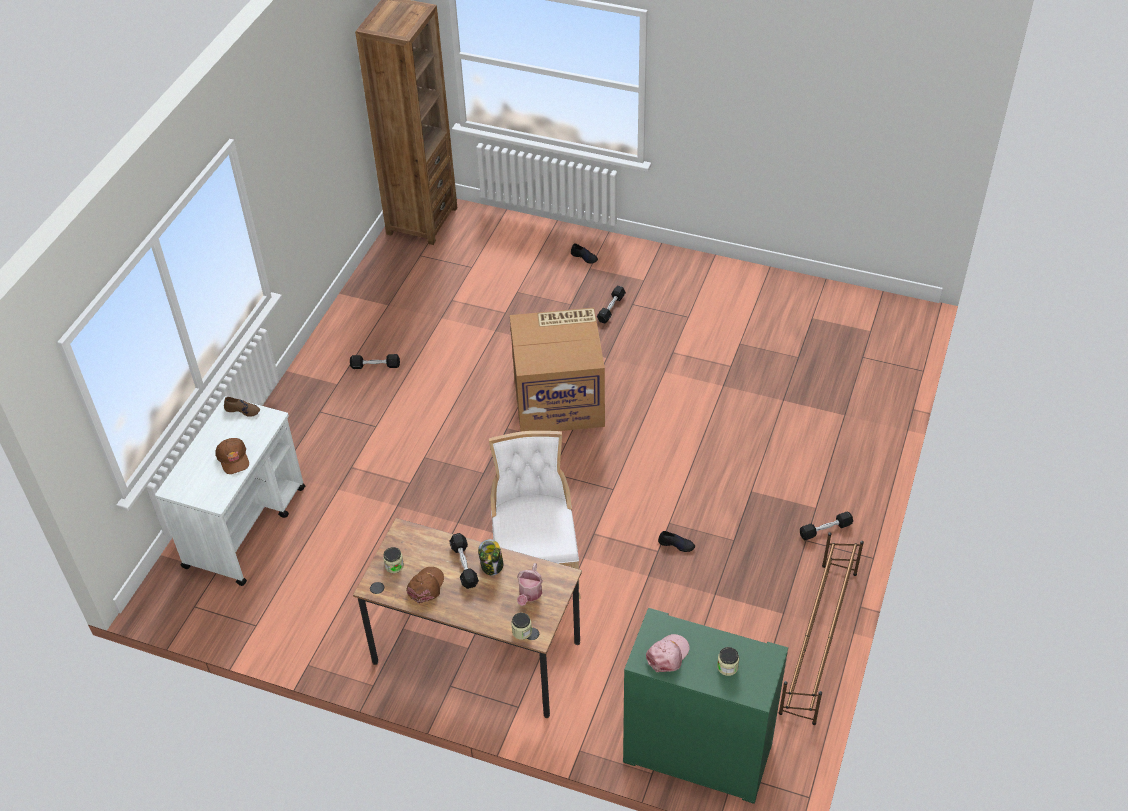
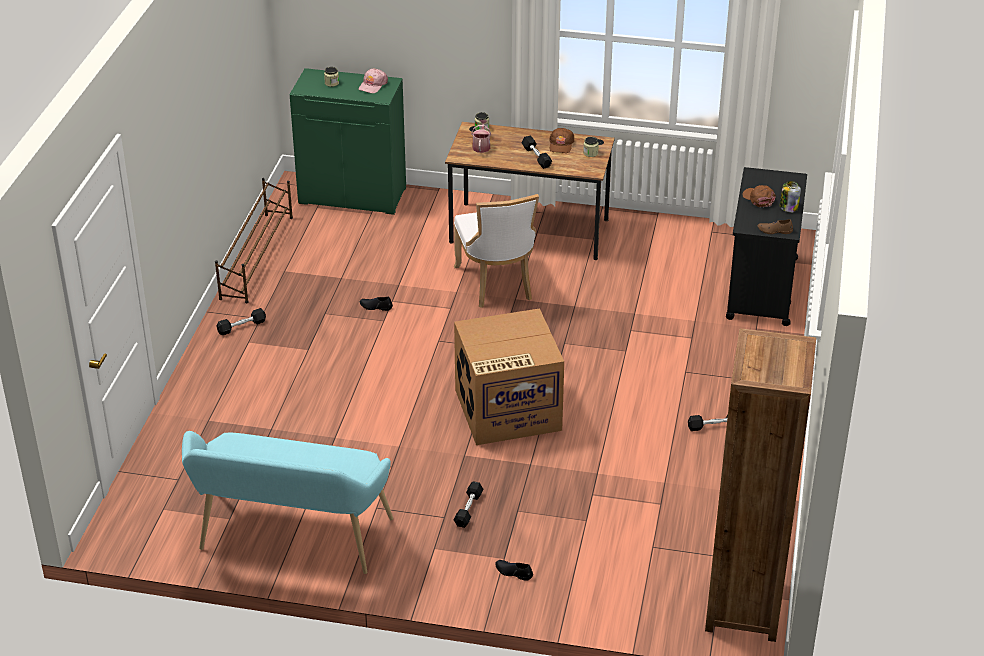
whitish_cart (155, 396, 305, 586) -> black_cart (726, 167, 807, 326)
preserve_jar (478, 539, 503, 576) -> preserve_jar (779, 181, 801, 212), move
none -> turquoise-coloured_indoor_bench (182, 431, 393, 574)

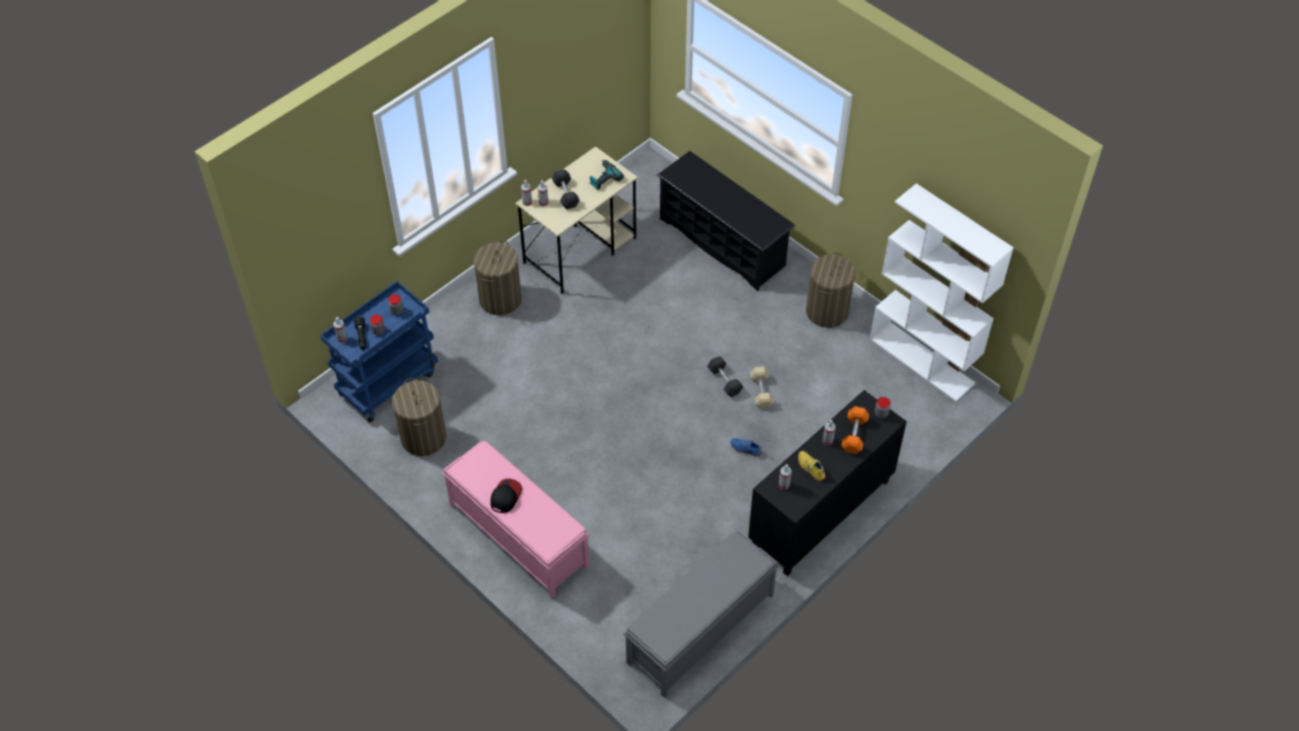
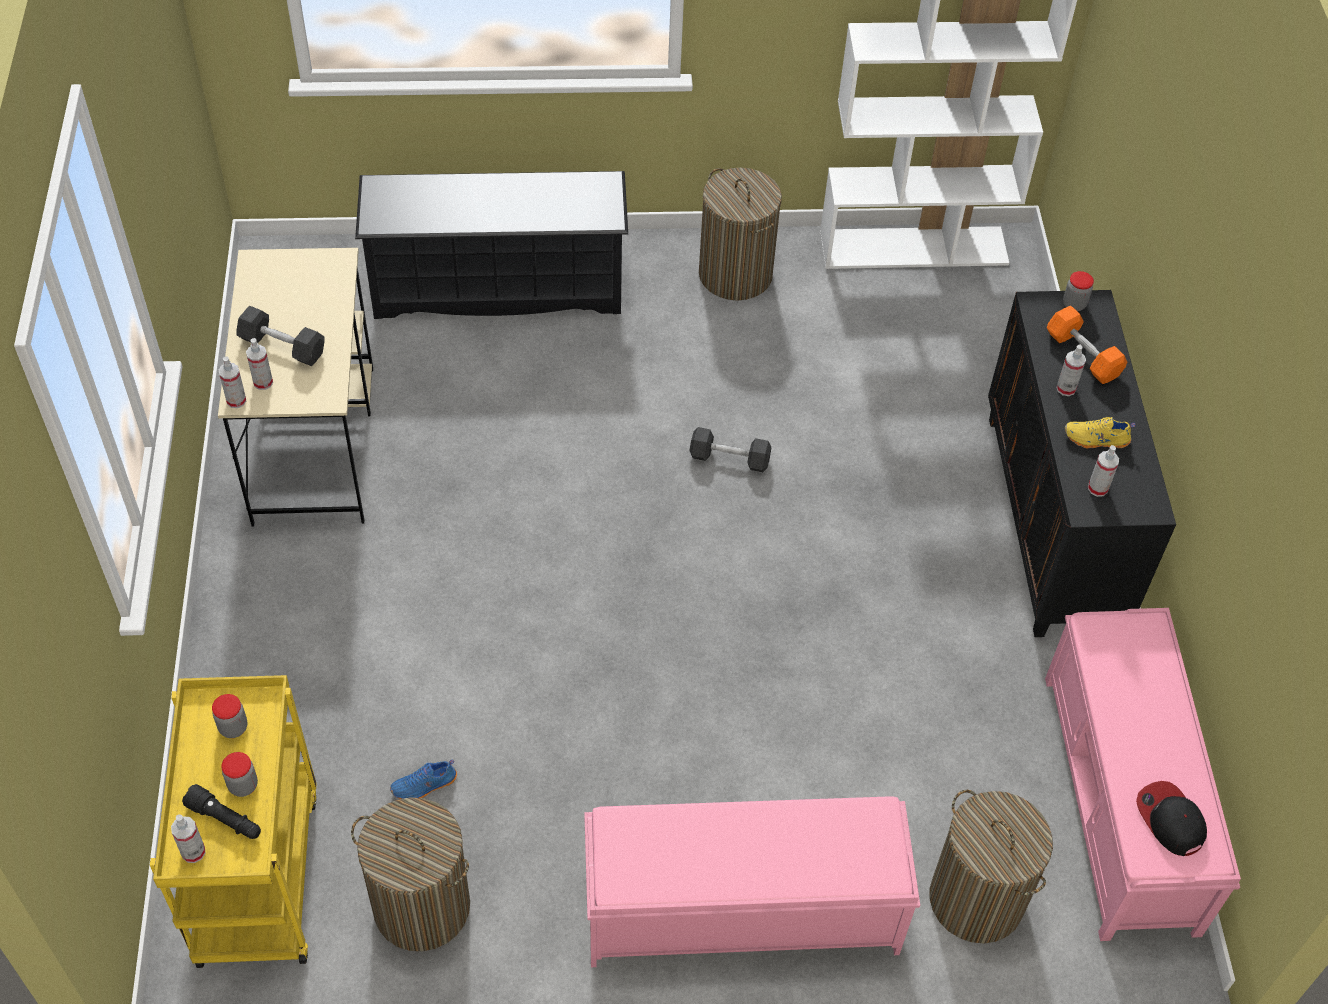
blue-coloured_cart (320, 281, 438, 422) -> yellow-coloured_cart (150, 675, 317, 968)
hamper (473, 240, 522, 315) -> hamper (930, 790, 1053, 943), move
baseball_cap (490, 478, 522, 513) -> baseball_cap (1136, 781, 1207, 856), move
power_drill (590, 160, 624, 190) -> none
gray_indoor_bench (624, 531, 779, 698) -> pink_indoor_bench (1045, 608, 1241, 941)
blue-coloured_shoe (731, 438, 763, 457) -> blue-coloured_shoe (390, 759, 457, 799), move
beige-coloured_hand_weight (750, 366, 774, 409) -> none

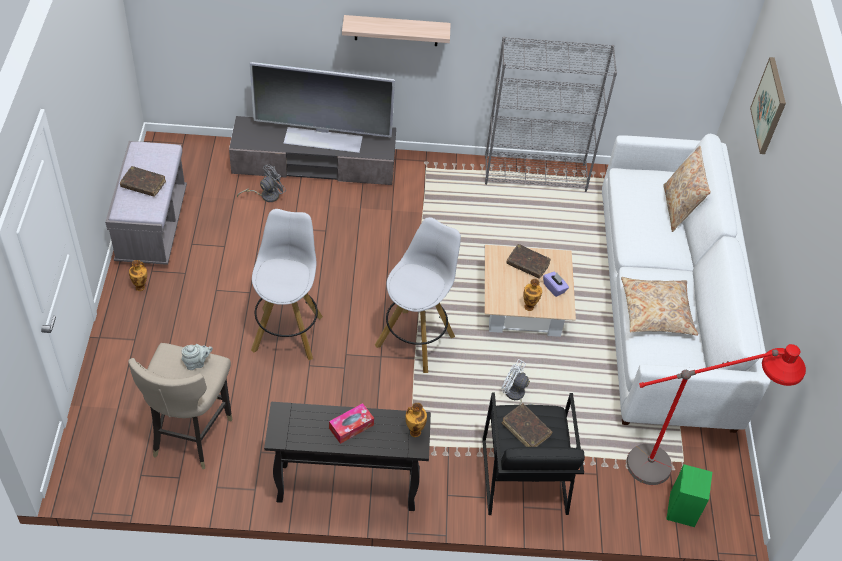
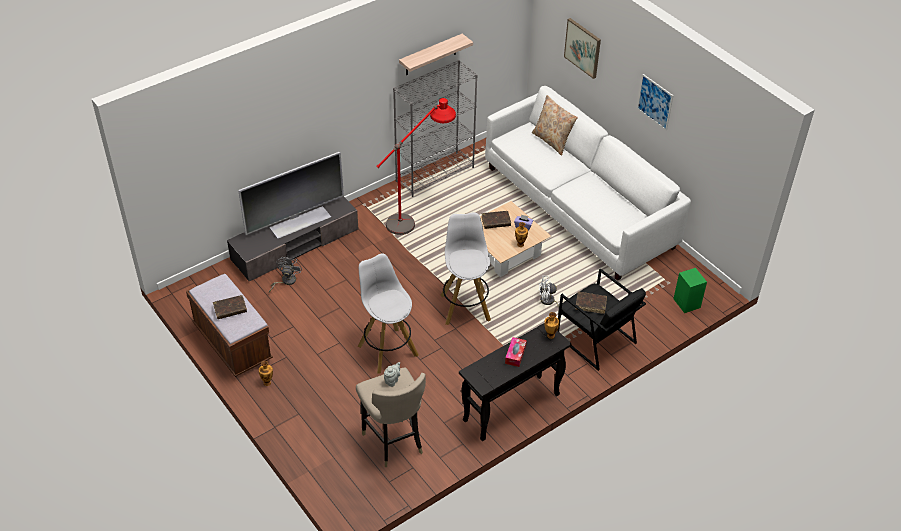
gray_indoor_bench (105, 141, 187, 265) -> brownish_indoor_bench (186, 273, 273, 377)
shelf (342, 15, 451, 46) -> shelf (399, 34, 473, 75), move
beige-coloured_cushion (621, 277, 698, 336) -> none
red_standard_lamp (627, 344, 806, 485) -> red_standard_lamp (376, 98, 456, 235), move
none -> wall_picture (637, 74, 674, 130)

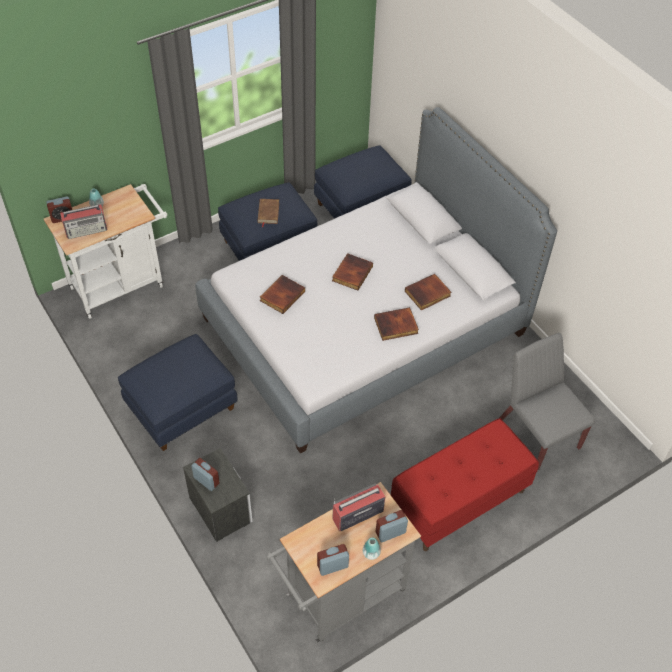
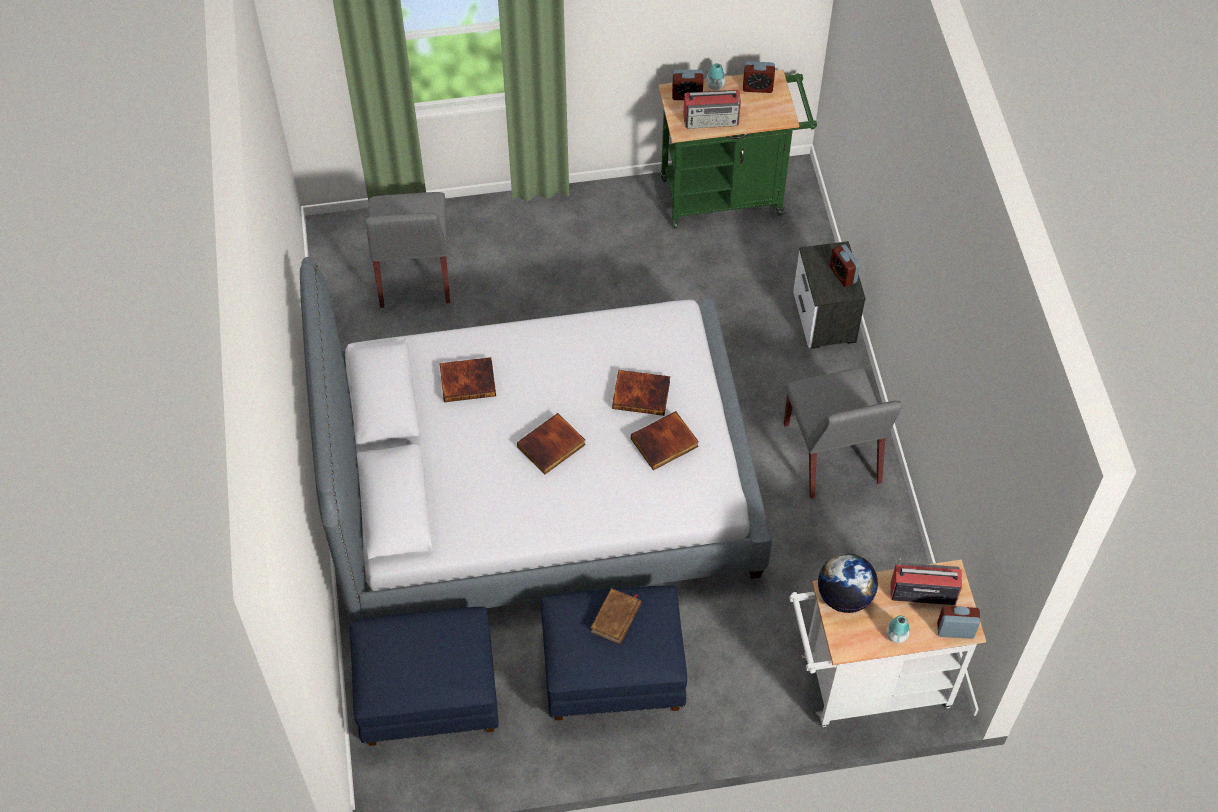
blue-coloured_pouffe (118, 334, 238, 451) -> gray_upright_chair (784, 368, 902, 499)
gray_cart (267, 482, 421, 642) -> green-coloured_cart (658, 70, 817, 229)
bound_book (374, 307, 419, 341) -> bound_book (612, 370, 670, 416), move
red_indoor_bench (391, 418, 539, 551) -> none
none -> globe (818, 553, 878, 613)

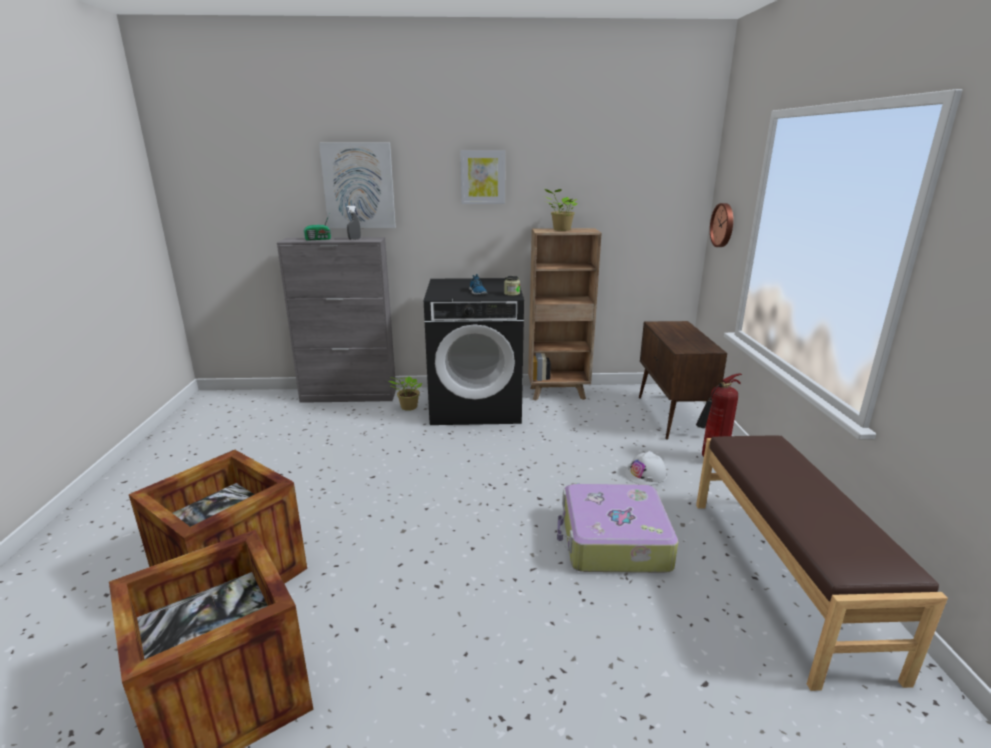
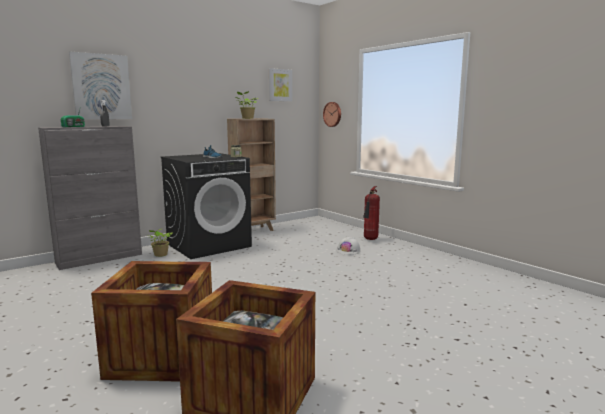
wall_picture (460, 150, 505, 204) -> wall_picture (269, 68, 292, 101), move
travel_case (557, 484, 678, 573) -> none
brownish_cupboard (639, 321, 727, 440) -> none
brownish_indoor_bench (696, 436, 948, 691) -> none

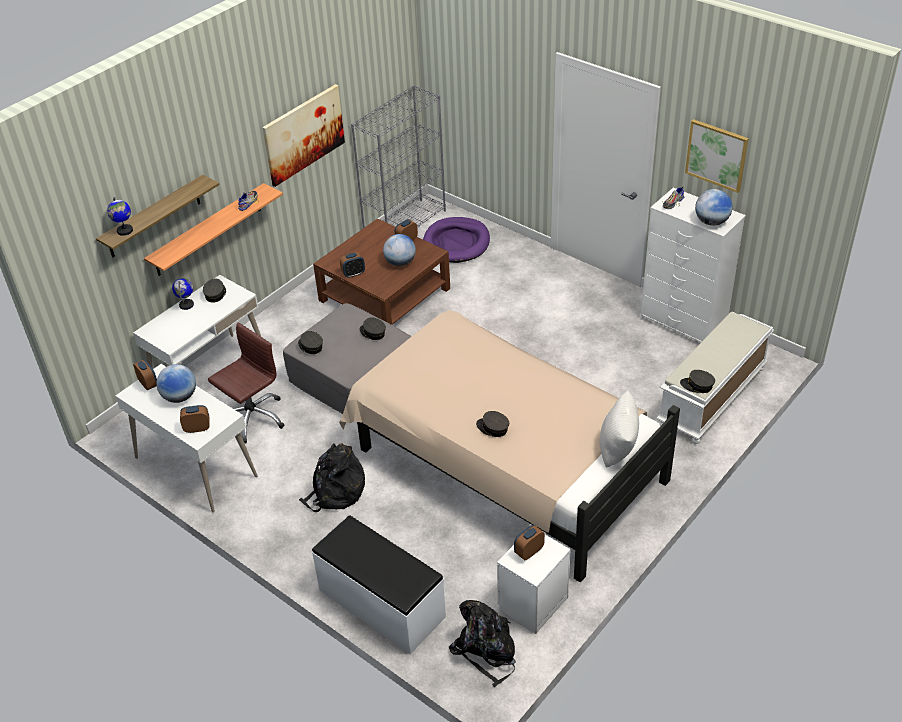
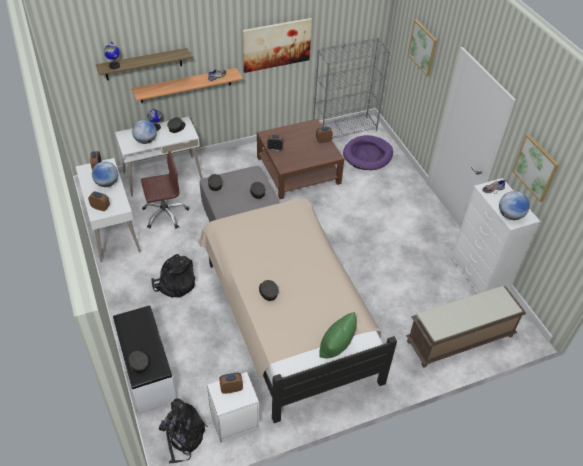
globe (383, 234, 416, 267) -> globe (132, 120, 157, 144), move
whitish_cushion (600, 390, 639, 467) -> green-coloured_cushion (319, 312, 357, 358)
whitish_indoor_bench (656, 312, 774, 444) -> brownish_indoor_bench (406, 286, 526, 368)
gray_baseball_cap (680, 370, 715, 393) -> gray_baseball_cap (128, 351, 149, 373), move
none -> wall_picture (408, 19, 437, 77)

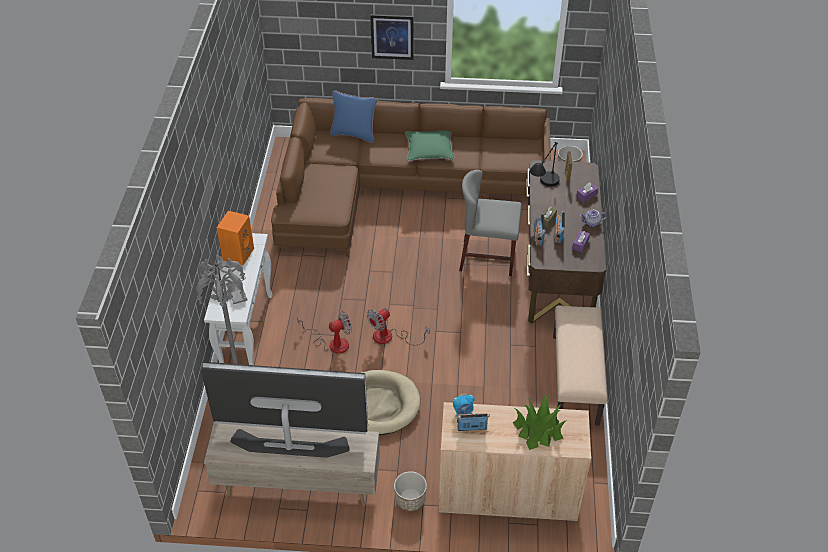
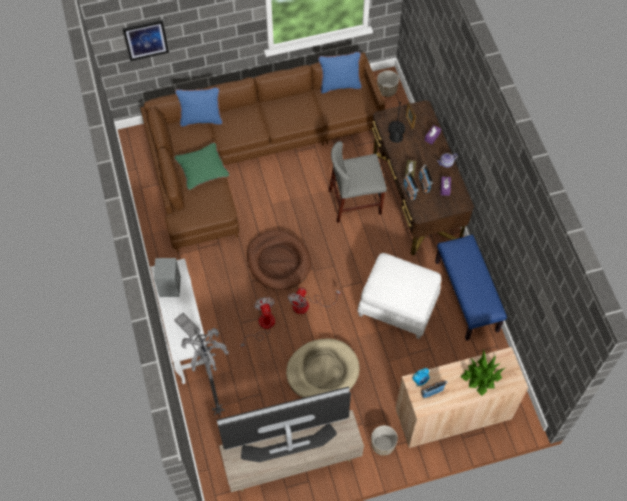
orangey_speaker (217, 211, 254, 265) -> gray_speaker (154, 258, 181, 297)
cooling_fan (297, 311, 352, 354) -> cooling_fan (240, 297, 275, 347), 60 degrees counterclockwise
wall_picture (370, 14, 413, 60) -> wall_picture (122, 20, 169, 61), move
green-coloured_cushion (405, 130, 455, 161) -> green-coloured_cushion (174, 142, 229, 190), move
beige-coloured_indoor_bench (553, 305, 607, 426) -> blue-coloured_indoor_bench (435, 235, 507, 341)
none -> brownish_dog_bed (247, 230, 311, 290)
none -> blue-coloured_cushion (318, 52, 362, 94)
none -> whitish_pouffe (357, 253, 442, 339)

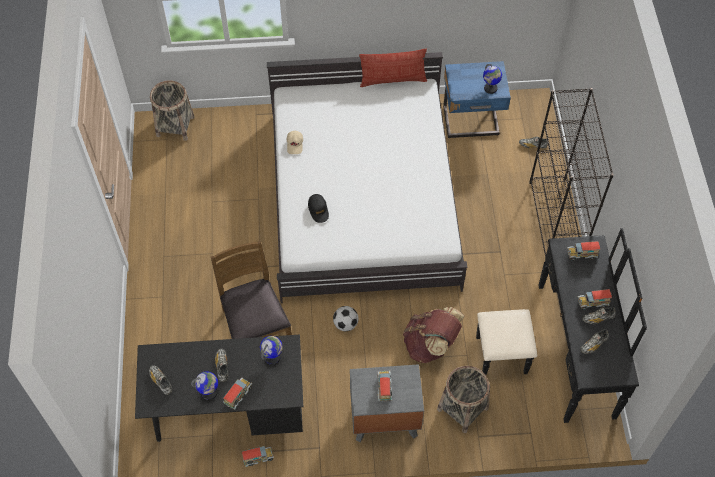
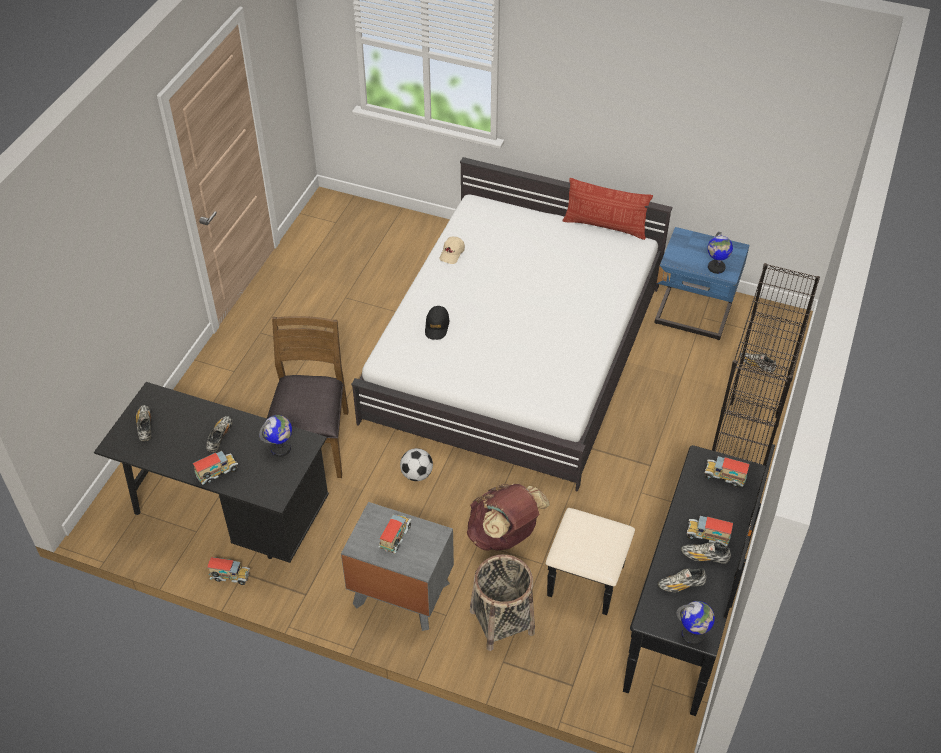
storage_basket (150, 81, 195, 141) -> none
globe (191, 371, 218, 400) -> globe (676, 601, 715, 645), move

